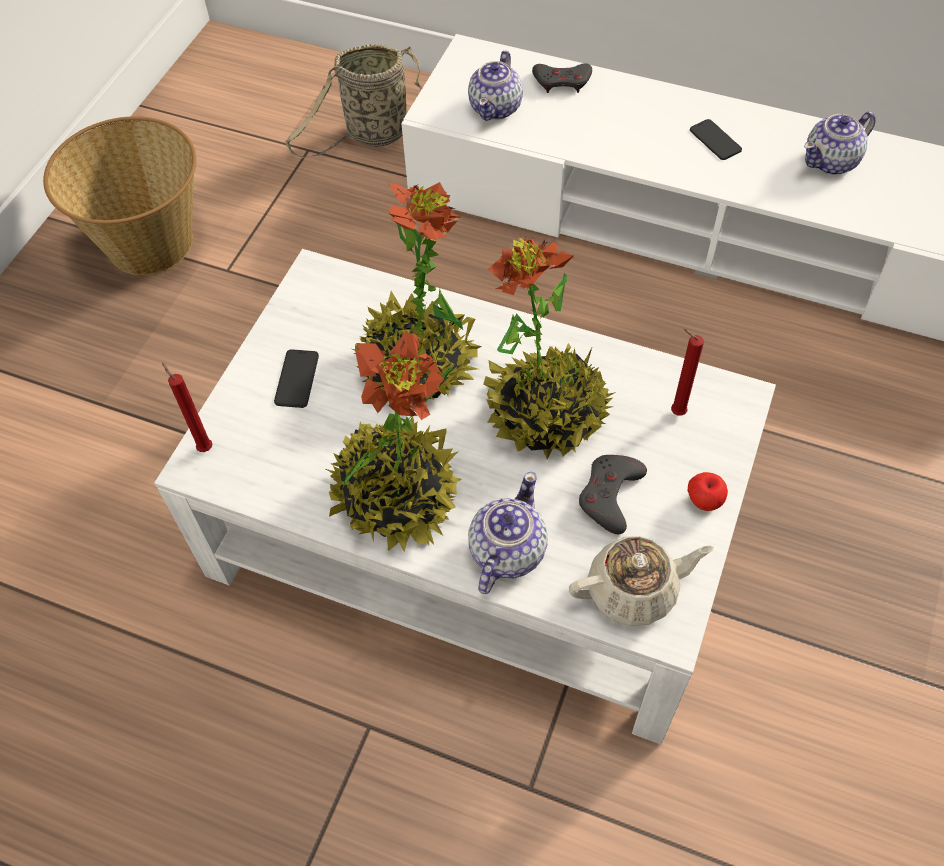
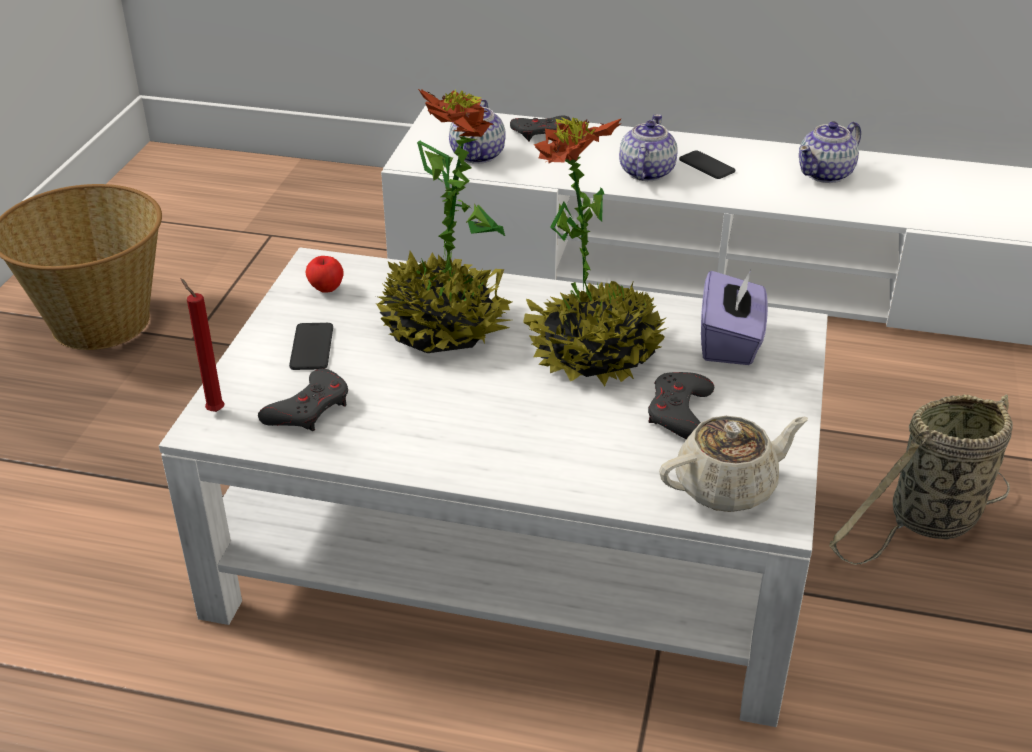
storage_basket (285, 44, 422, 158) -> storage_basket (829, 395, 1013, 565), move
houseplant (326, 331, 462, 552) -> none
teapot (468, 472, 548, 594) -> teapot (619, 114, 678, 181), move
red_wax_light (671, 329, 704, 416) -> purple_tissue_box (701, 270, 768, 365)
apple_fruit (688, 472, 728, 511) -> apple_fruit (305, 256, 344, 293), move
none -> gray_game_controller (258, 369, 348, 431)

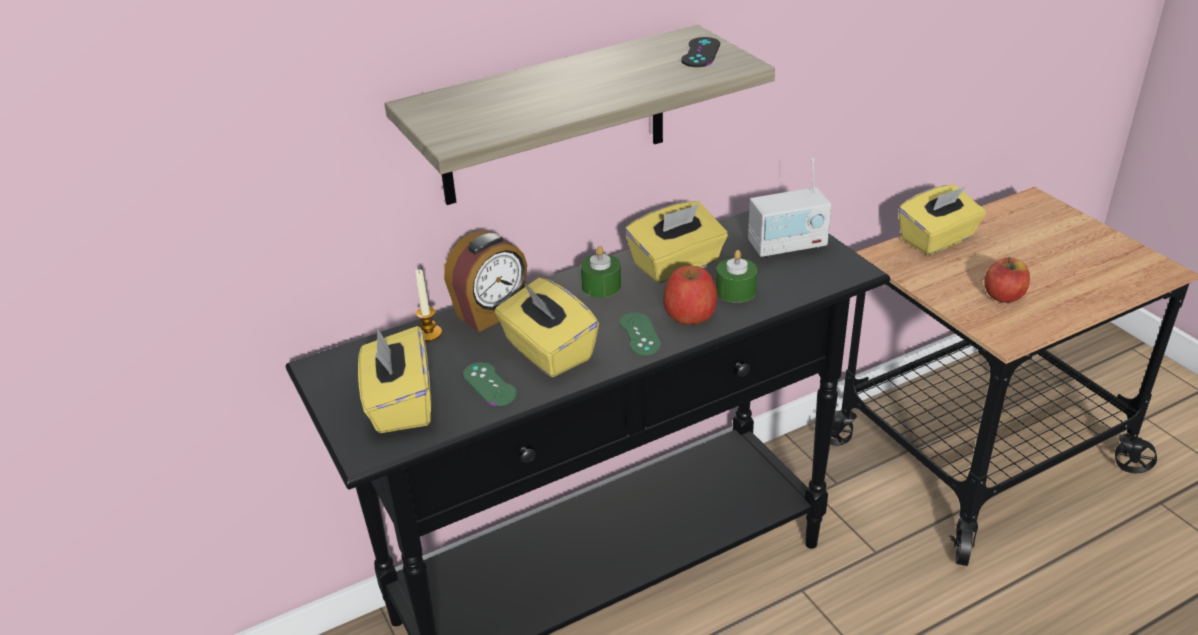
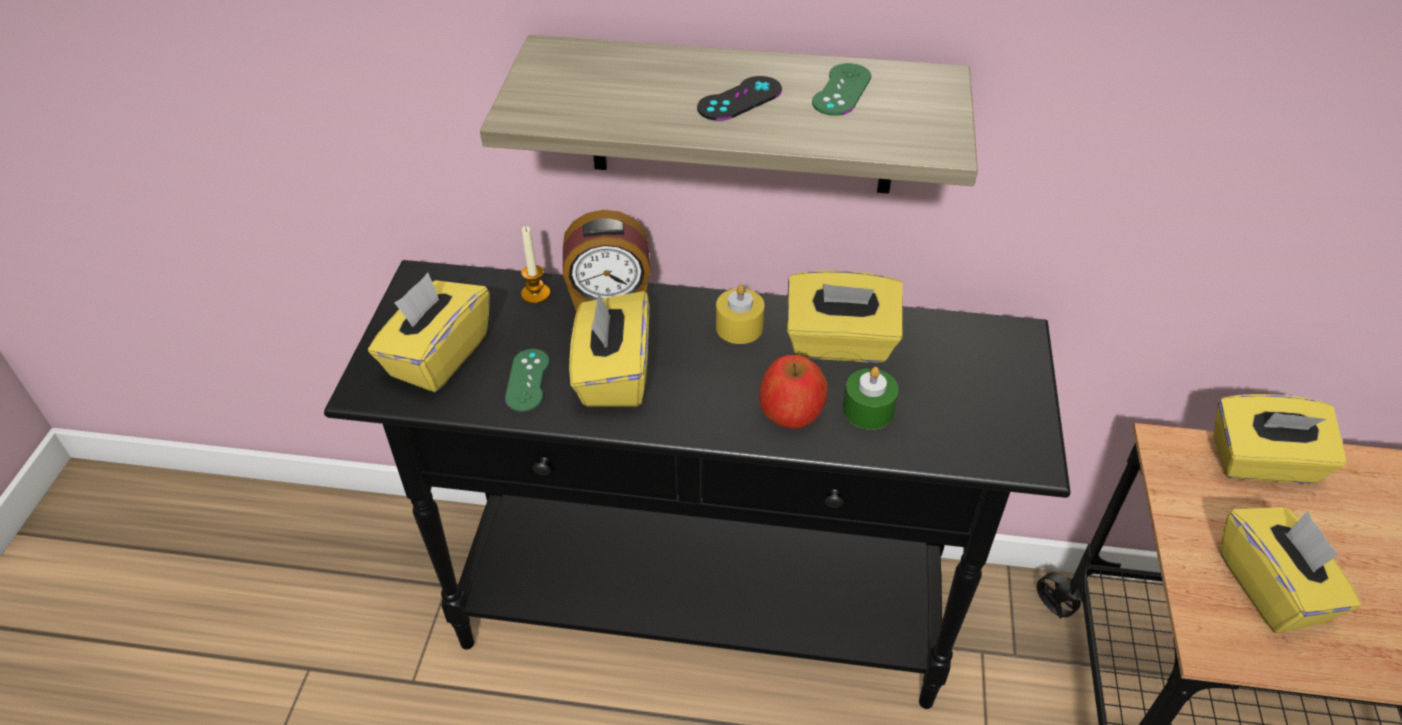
green-coloured_wax_light (581, 246, 621, 298) -> yellow-coloured_wax_light (716, 284, 764, 344)
green-coloured_game_controller (619, 312, 661, 356) -> green-coloured_game_controller (812, 63, 871, 116), move
black_game_controller (681, 37, 720, 67) -> black_game_controller (697, 76, 782, 121), move
radio_set (748, 158, 831, 258) -> none
apple_fruit (984, 257, 1030, 303) -> yellow-coloured_tissue_box (1220, 507, 1361, 633)

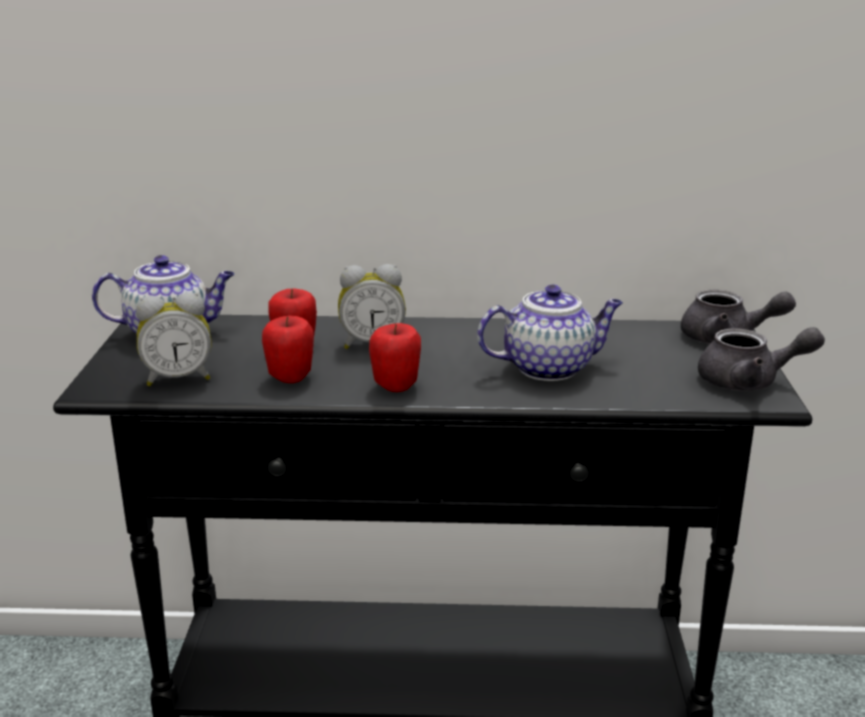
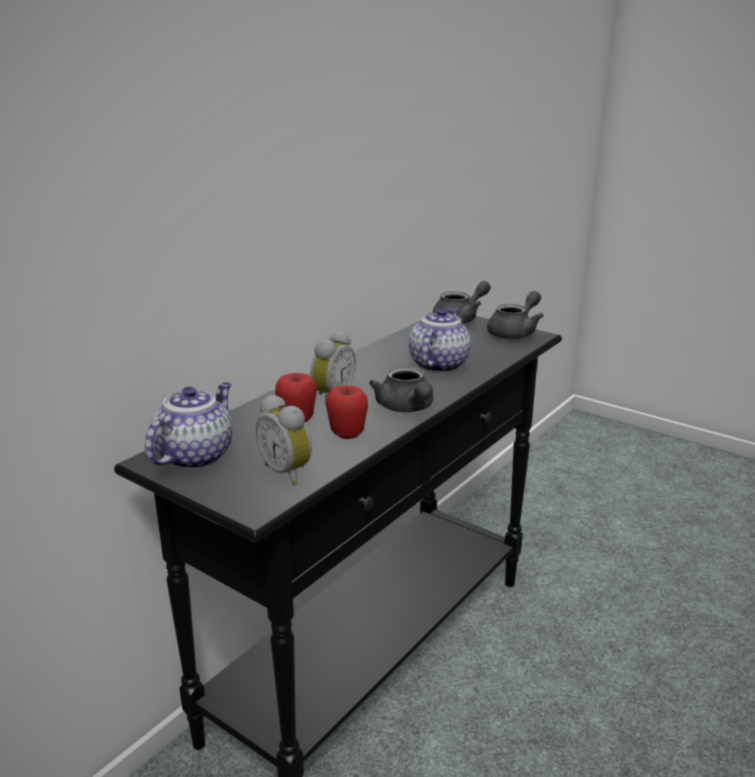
table_clock (136, 292, 211, 386) -> table_clock (256, 395, 312, 485), 120 degrees clockwise
apple_fruit (369, 323, 421, 392) -> gray_teapot (369, 366, 433, 412)

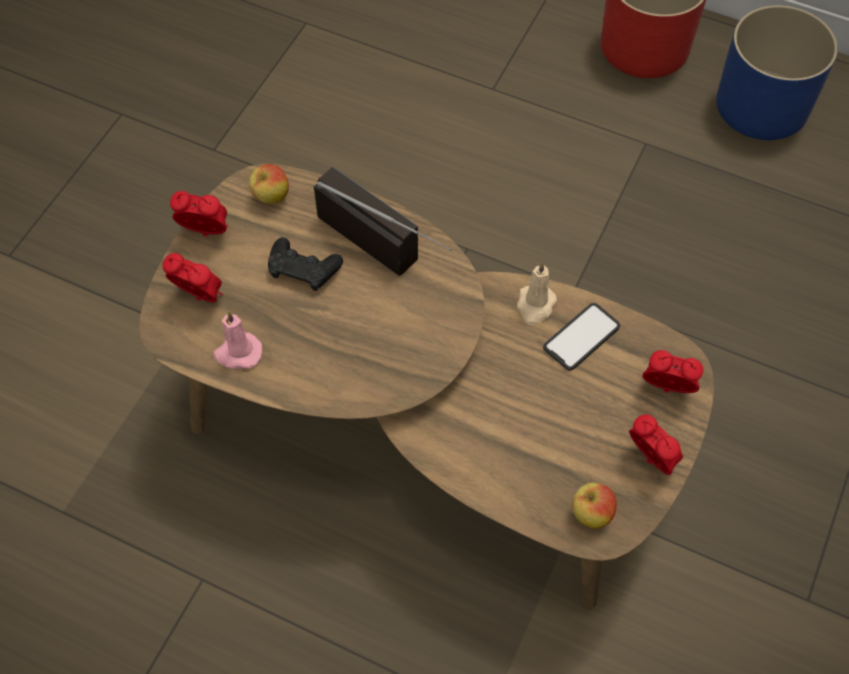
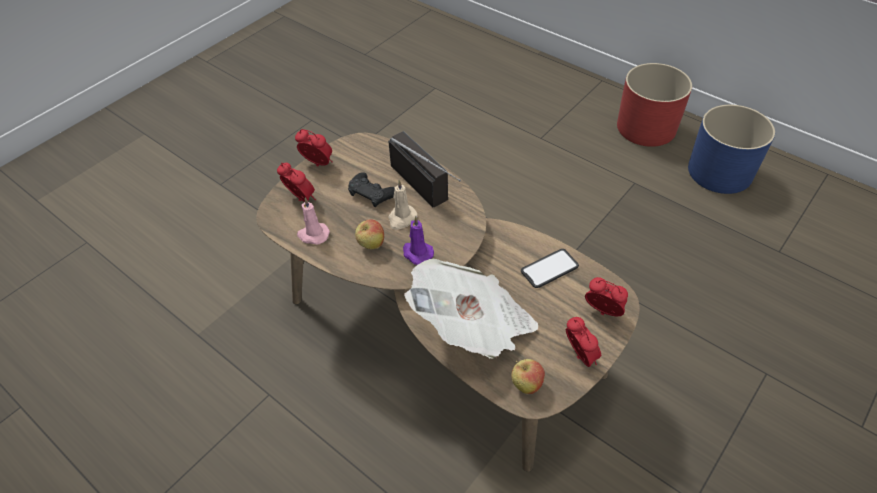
apple_fruit (249, 164, 289, 204) -> apple_fruit (355, 220, 384, 249), move
beige-coloured_wax_light (517, 262, 557, 325) -> beige-coloured_wax_light (388, 180, 418, 230), move
none -> purple_wax_light (403, 216, 434, 265)
none -> daily_paper (404, 258, 538, 358)

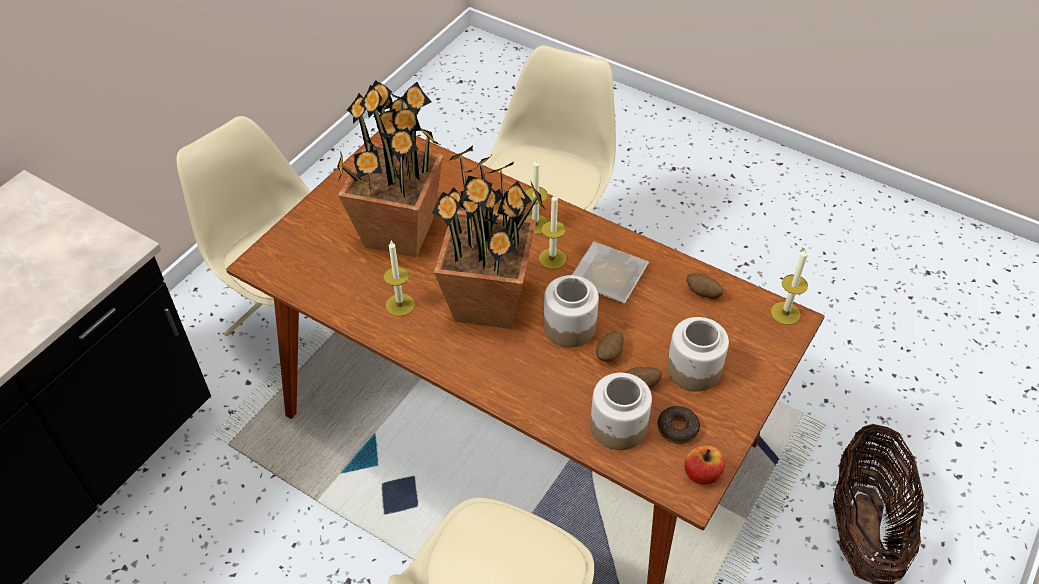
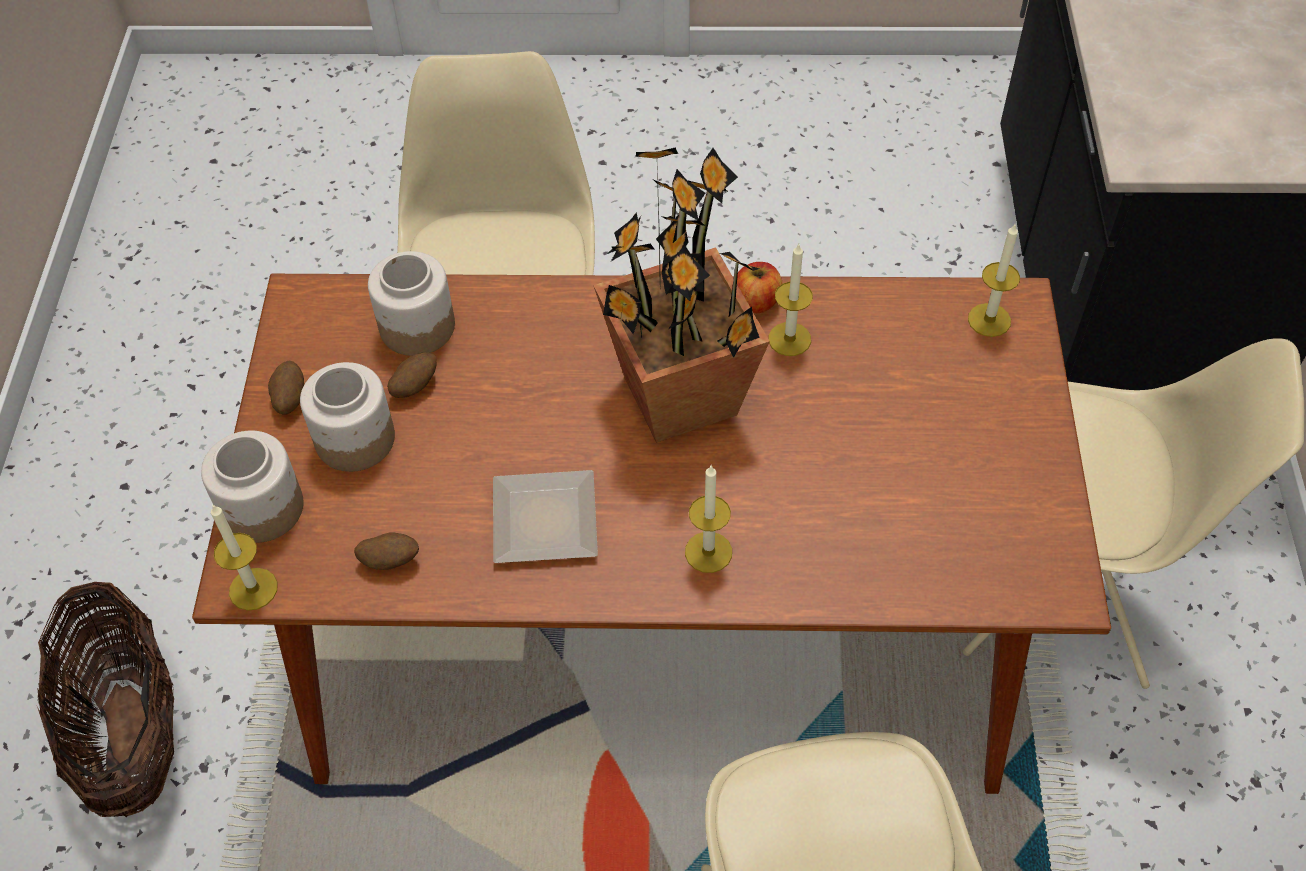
houseplant (337, 80, 443, 257) -> none
wax_light (539, 194, 566, 269) -> wax_light (968, 224, 1020, 337), move
preserve_jar (543, 275, 599, 347) -> preserve_jar (201, 431, 304, 543), move
whole_potato (596, 331, 624, 362) -> whole_potato (268, 361, 304, 415), move
ring_doughnut (658, 406, 700, 444) -> none
apple_fruit (684, 445, 725, 485) -> apple_fruit (737, 262, 782, 313), move

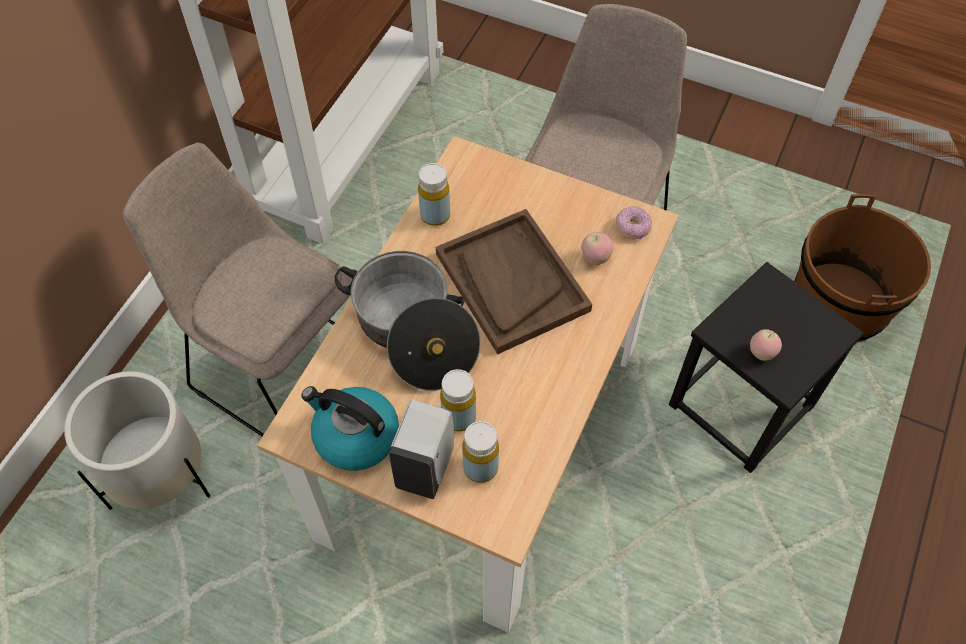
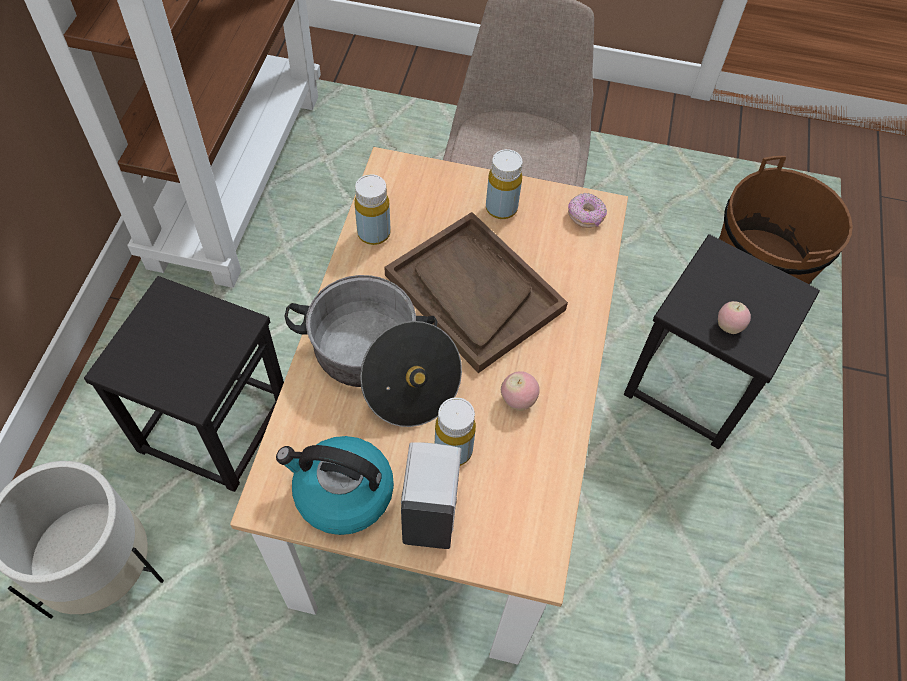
beige-coloured_upright_chair (123, 143, 352, 436) -> black_stool_seat (84, 276, 284, 492)
yellow-coloured_beverage_bottle (462, 421, 499, 483) -> yellow-coloured_beverage_bottle (486, 149, 523, 219), move
apple_fruit (581, 232, 614, 265) -> apple_fruit (501, 371, 540, 411), move

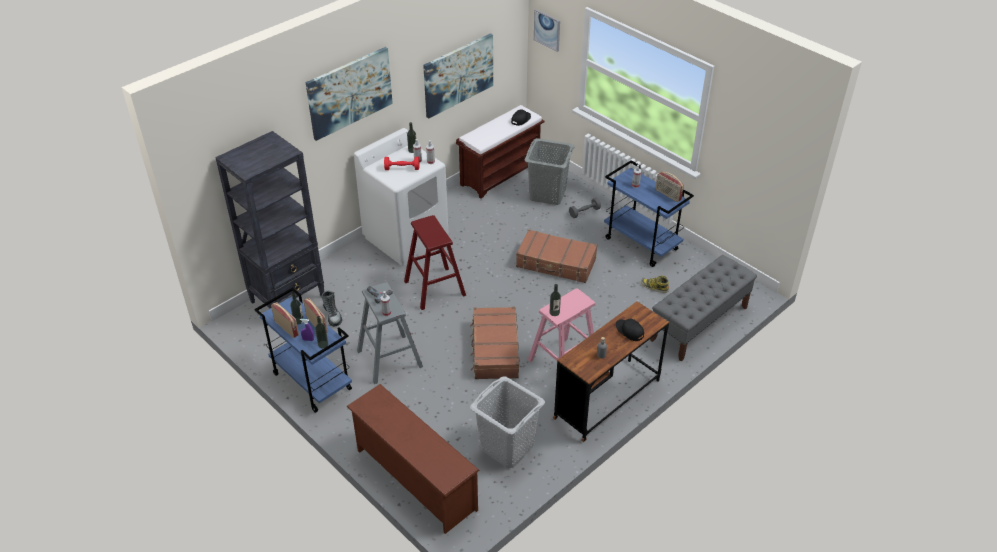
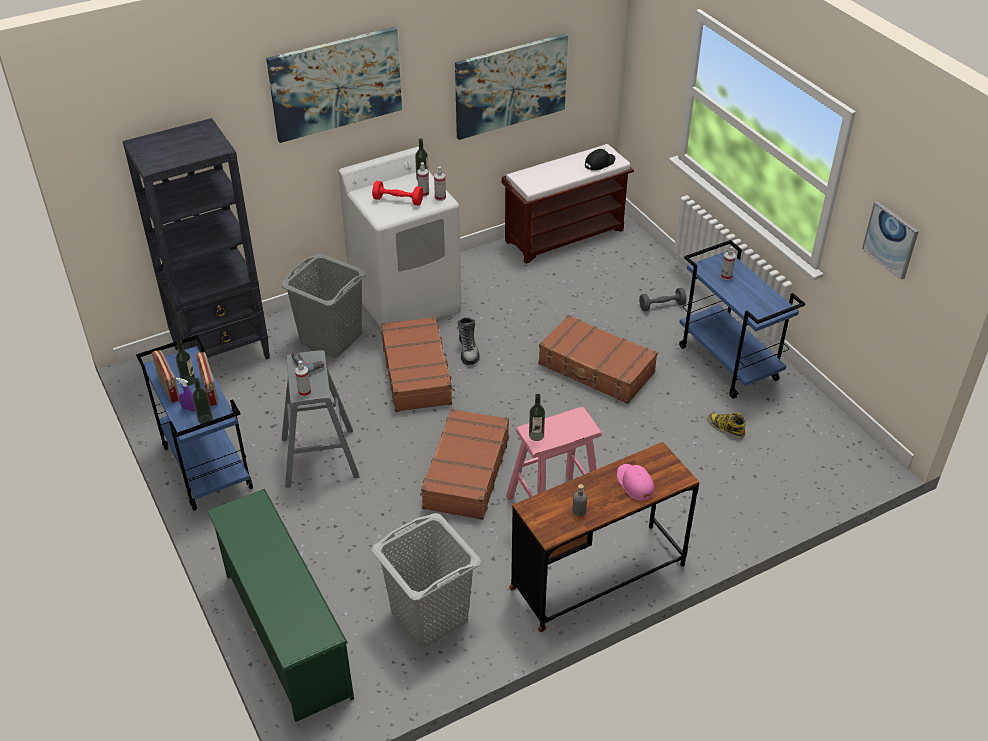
high-top_boot (321, 291, 342, 326) -> high-top_boot (457, 317, 480, 365), move
brownish_shoe_rack (346, 384, 480, 534) -> green-coloured_shoe_rack (207, 489, 354, 722)
red_stool_seat (404, 215, 466, 310) -> brownish_travel_case (381, 317, 455, 412)
gray_hamper (524, 138, 575, 205) -> gray_hamper (280, 254, 367, 358), move
wall_picture (534, 9, 560, 52) -> wall_picture (862, 201, 919, 280), move
black_baseball_cap (616, 319, 644, 341) -> pink_baseball_cap (617, 464, 654, 501)
gray_indoor_bench (650, 255, 757, 362) -> none
radio_set (656, 172, 684, 202) -> none

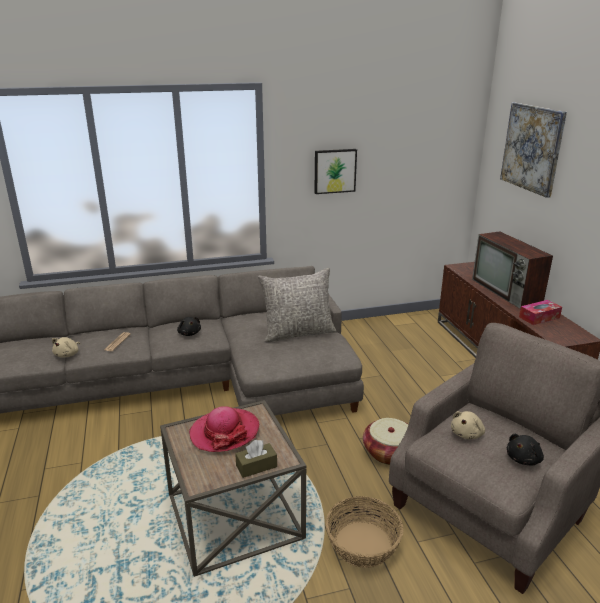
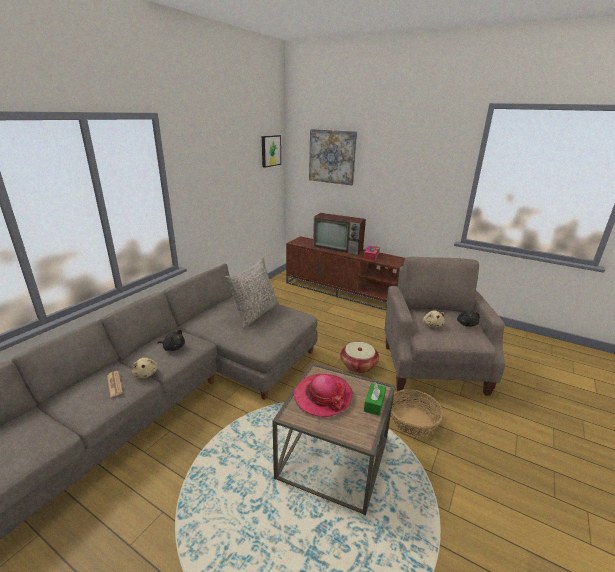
beige-coloured_soft_toy (52, 337, 80, 358) -> beige-coloured_soft_toy (132, 358, 158, 378), move
brownish_tissue_box (235, 440, 277, 478) -> green-coloured_tissue_box (364, 382, 386, 416)
wall_picture (314, 149, 357, 194) -> wall_picture (262, 135, 281, 168), move

